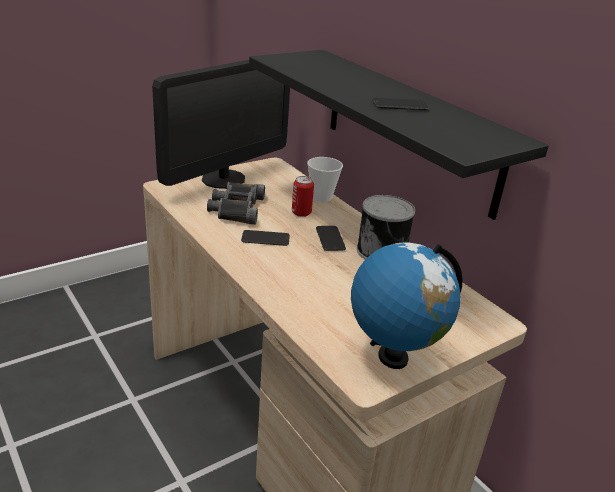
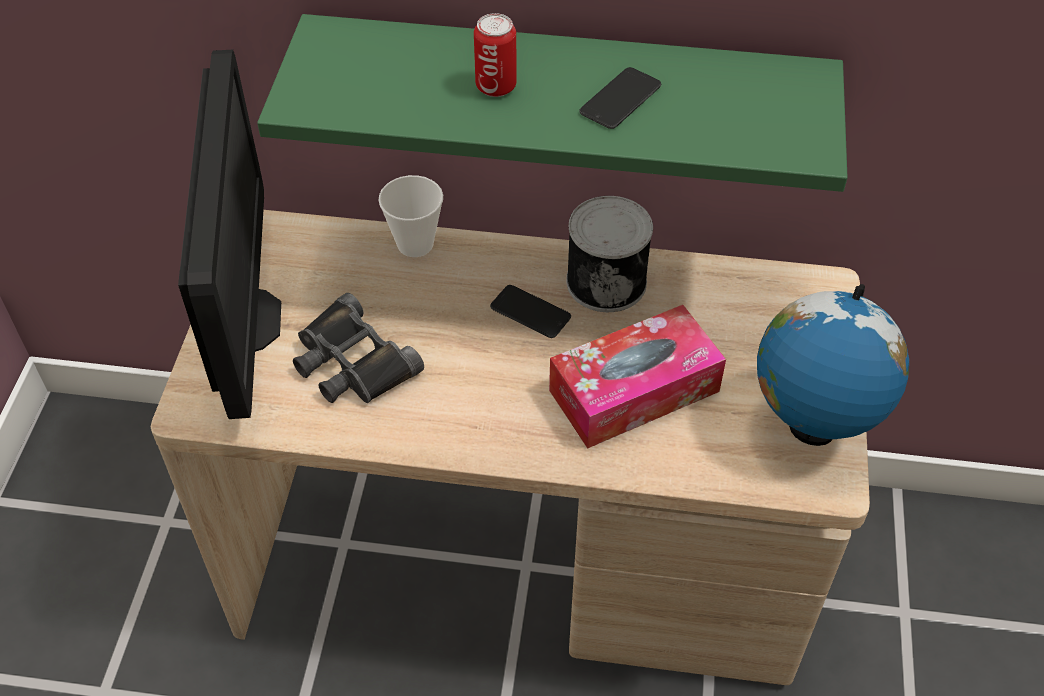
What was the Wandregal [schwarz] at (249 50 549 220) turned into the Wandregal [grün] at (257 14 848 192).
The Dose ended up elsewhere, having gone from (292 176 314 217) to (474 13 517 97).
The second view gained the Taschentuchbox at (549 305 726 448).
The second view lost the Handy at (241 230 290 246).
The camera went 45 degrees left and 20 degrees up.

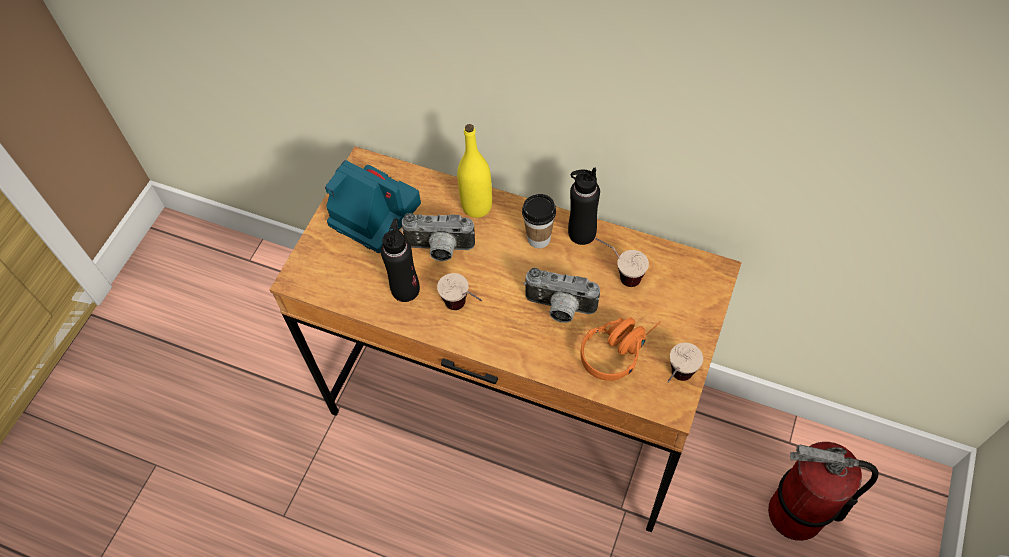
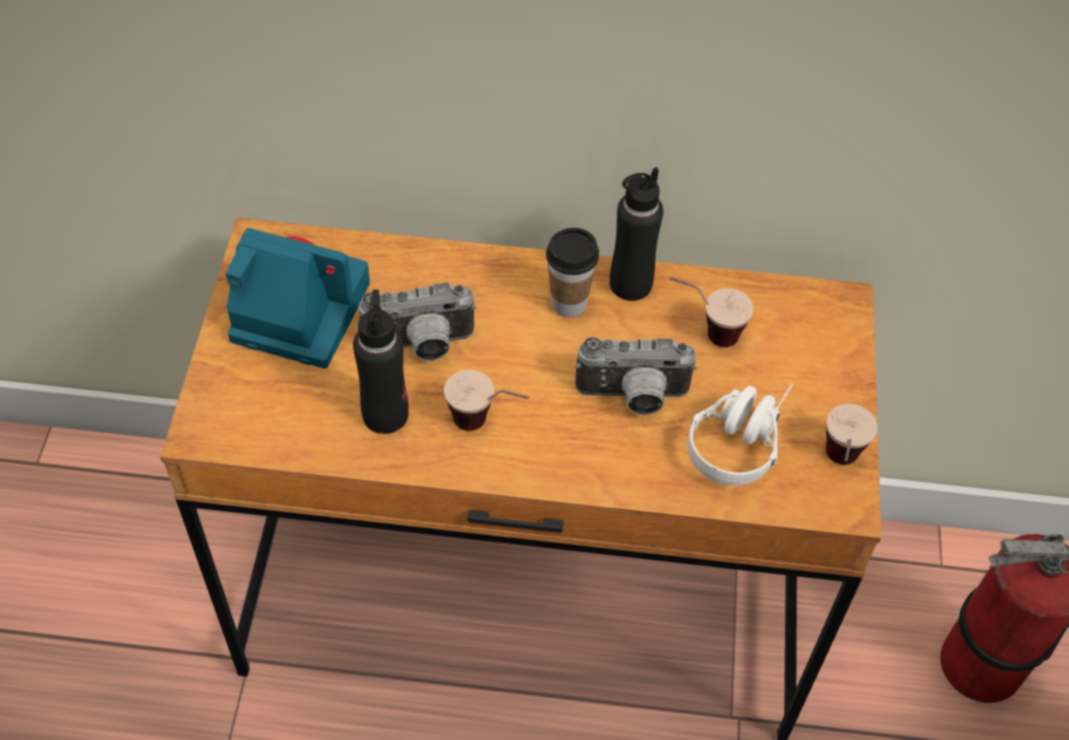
What was the Kopfhörer [orange] at (580 317 661 381) turned into the Kopfhörer [weiß] at (688 384 793 486).
The second view lost the Flasche [gelb] at (457 124 492 218).
The camera went 20 degrees left and 5 degrees down.

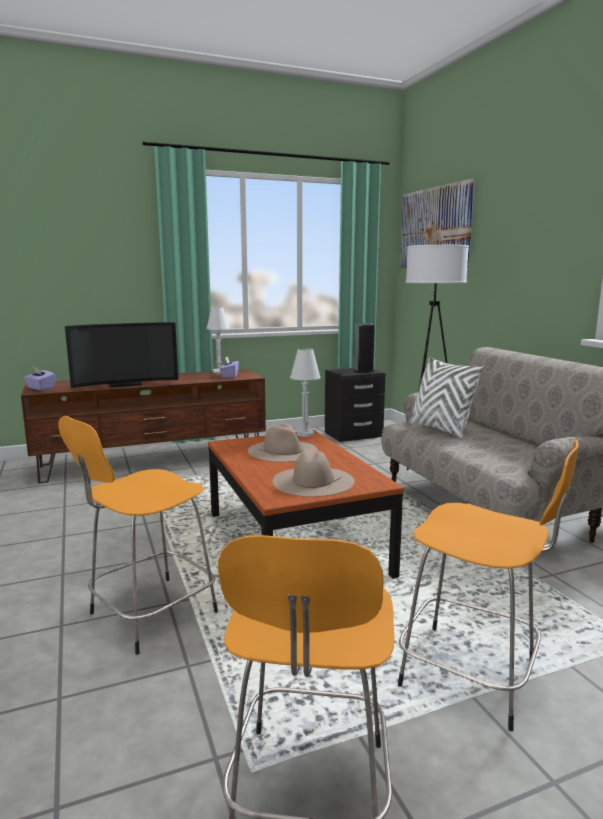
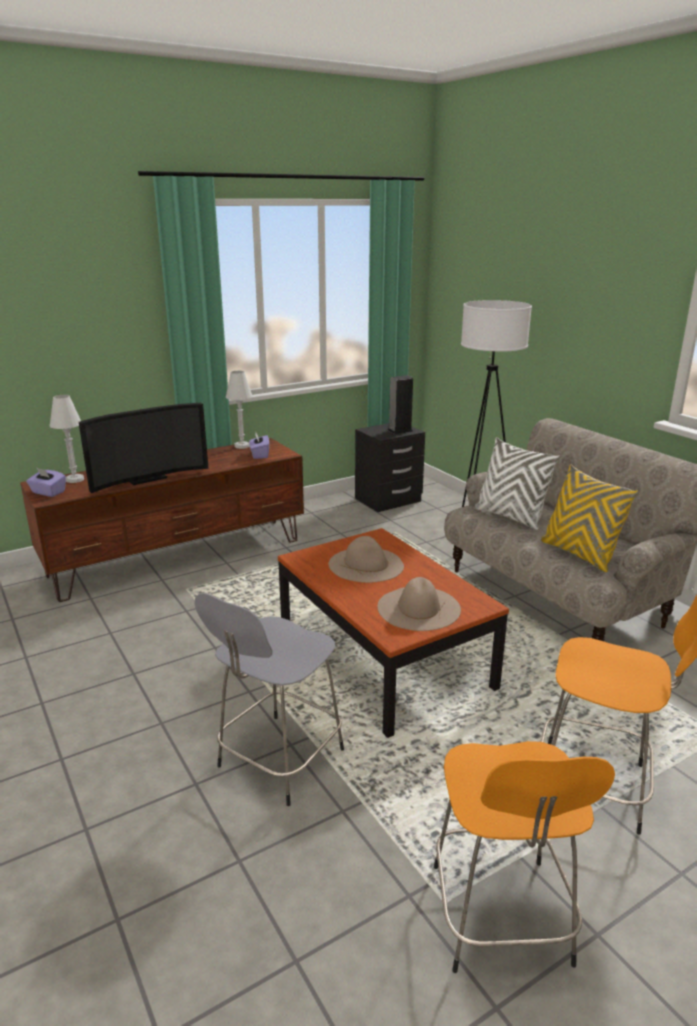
The Tischlampe [weiß] ended up elsewhere, having gone from (290 348 321 437) to (50 395 84 483).
What was the Hocker [orange] at (58 416 218 655) turned into the Hocker [grau] at (194 593 344 806).
The second view gained the Kissen [gelb] at (541 464 638 572).
The second view lost the Bild at (400 178 475 268).
The camera went 10 degrees left and 10 degrees up.

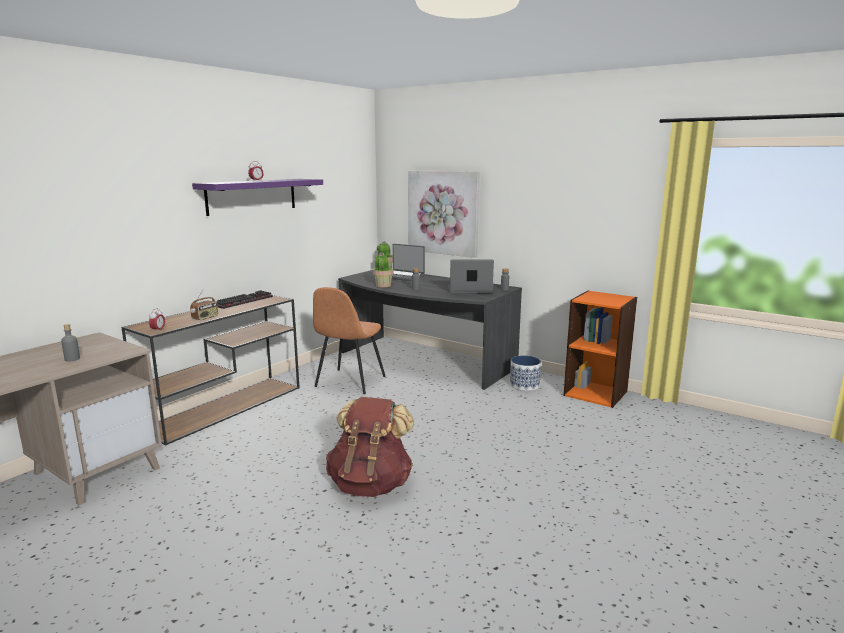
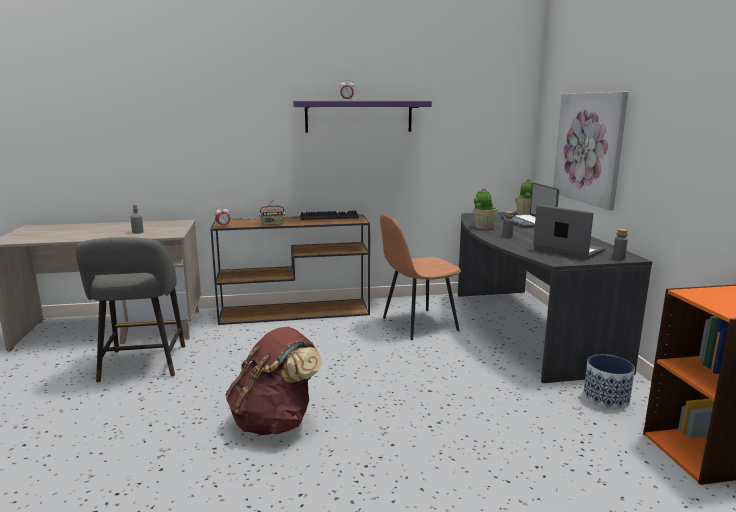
The second view gained the Hocker [grau] at (76 237 185 382).
The camera went 45 degrees right and 0 degrees up.

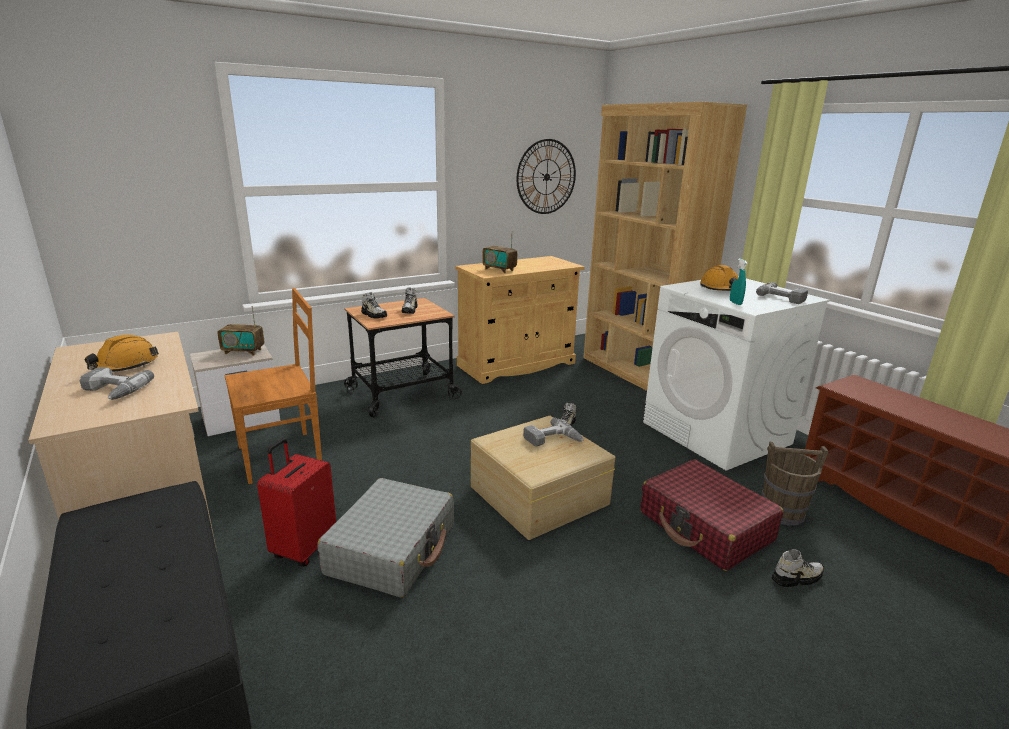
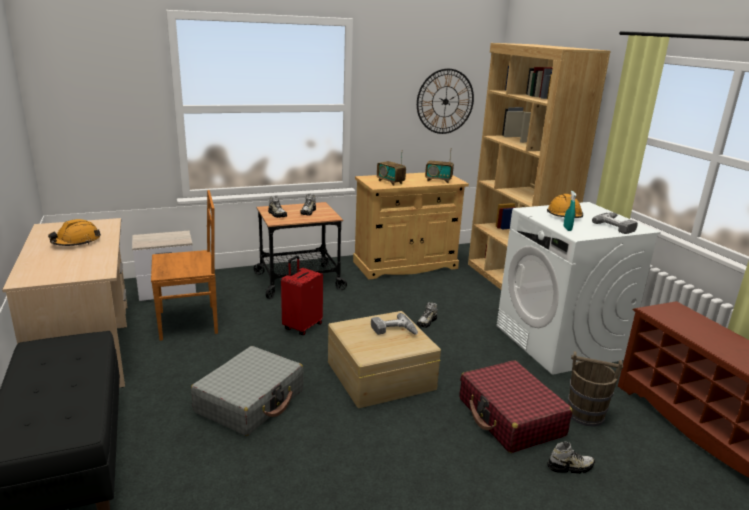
The Koffer [rot] ended up elsewhere, having gone from (257 438 336 567) to (281 256 323 335).
The Radio ended up elsewhere, having gone from (218 306 264 355) to (425 152 454 183).
The second view lost the Bohrmaschine at (80 367 154 400).
The camera went 10 degrees right and 0 degrees up.

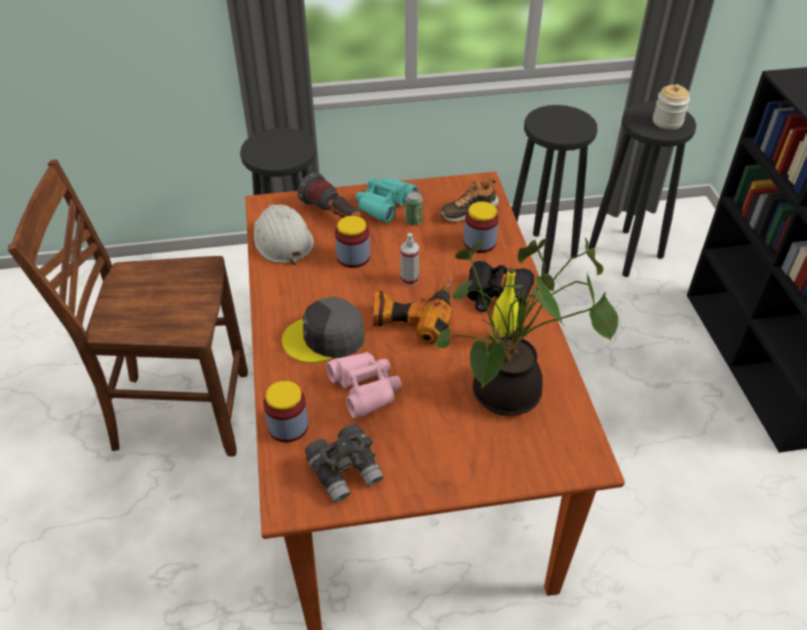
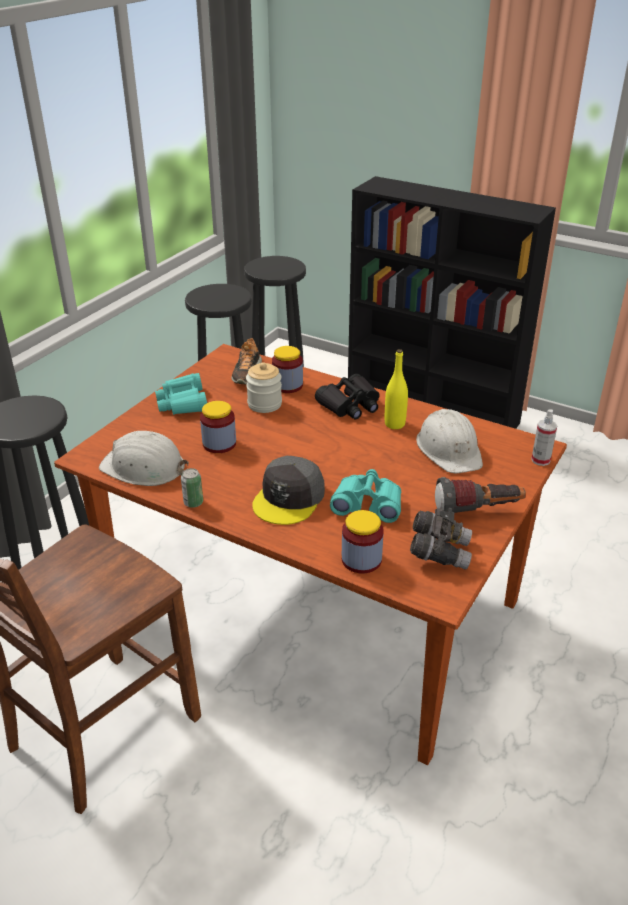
The Dose ended up elsewhere, having gone from (406 191 423 225) to (181 468 203 508).
The Vorratsglas ended up elsewhere, having gone from (653 84 690 130) to (246 362 282 413).
What was the Fernglas [rosa] at (326 352 402 418) turned into the Fernglas [türkis] at (330 469 401 523).
Where the Topfpflanze stood at (434 238 618 416), the Schutzhelm [weiß] came to stand at (416 409 483 473).
The Taschenlampe ended up elsewhere, having gone from (298 172 361 218) to (435 477 526 513).
The Sprühflasche ended up elsewhere, having gone from (401 233 419 286) to (531 409 557 466).
The second view lost the Bohrmaschine at (373 277 452 345).
The camera went 50 degrees left and 10 degrees down.

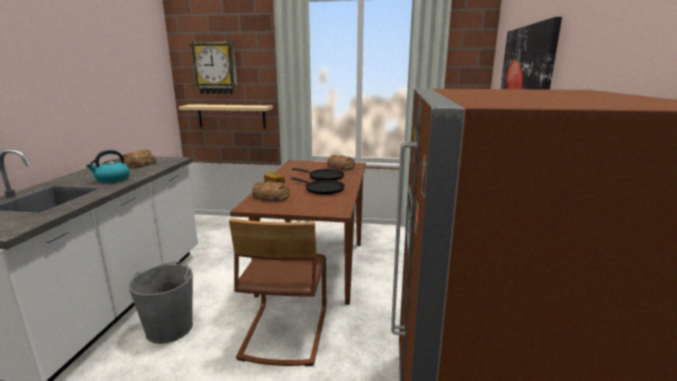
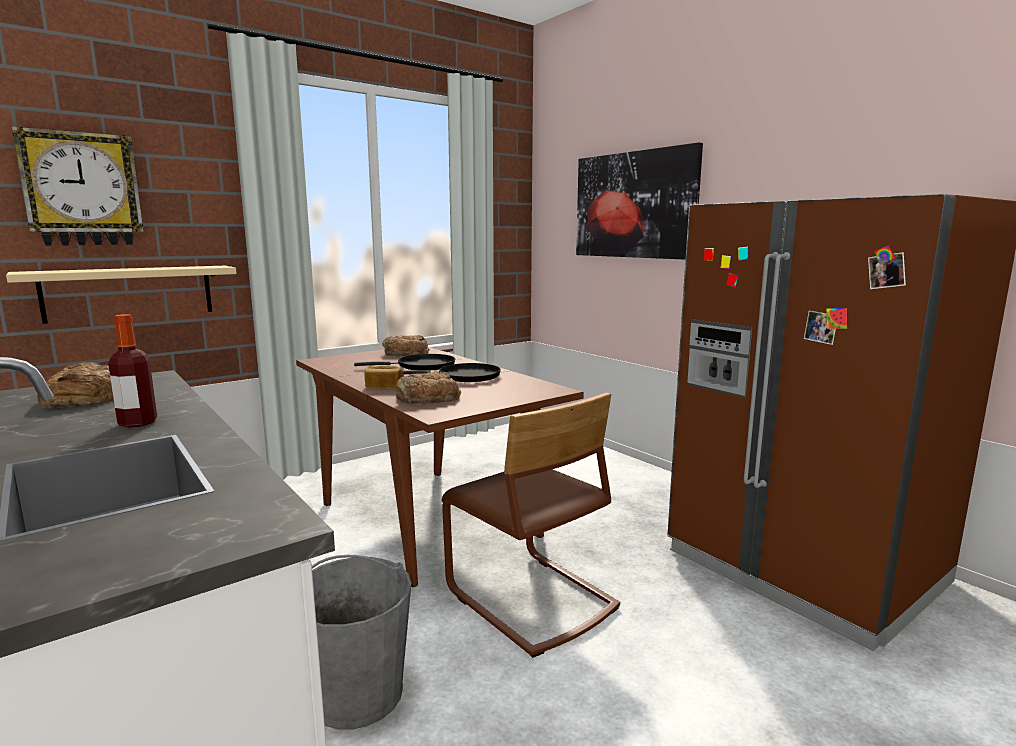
Where the Wasserkessel stood at (86 150 130 183), the Flasche came to stand at (108 314 157 428).
The camera went 45 degrees left and 5 degrees down.

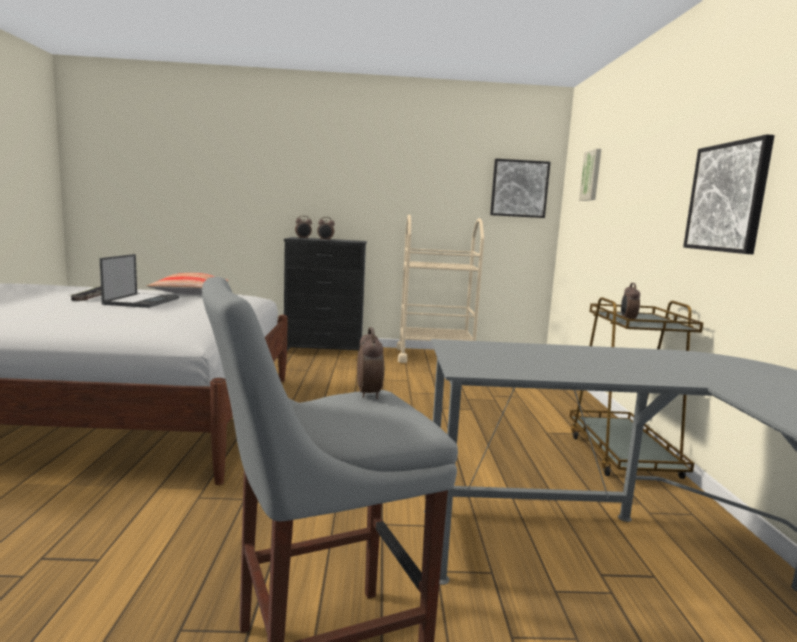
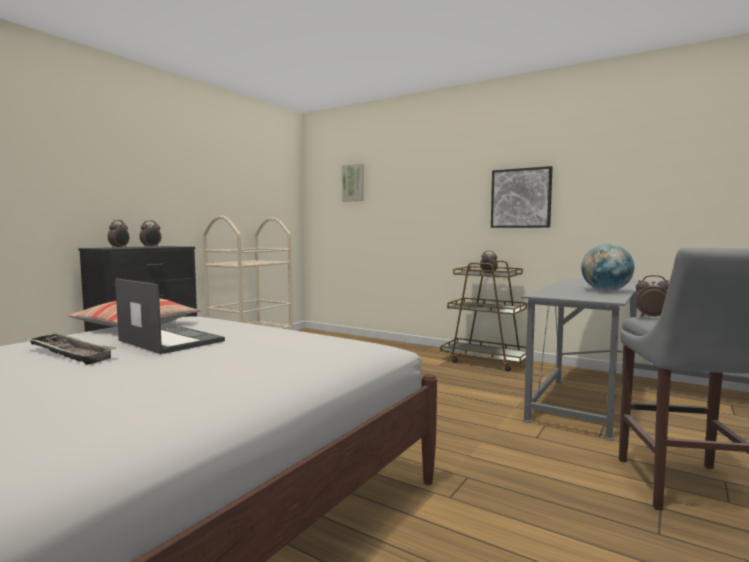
The second view gained the Globus at (581 244 634 291).
The second view lost the Bild at (490 159 550 218).
The camera went 55 degrees left and 5 degrees down.

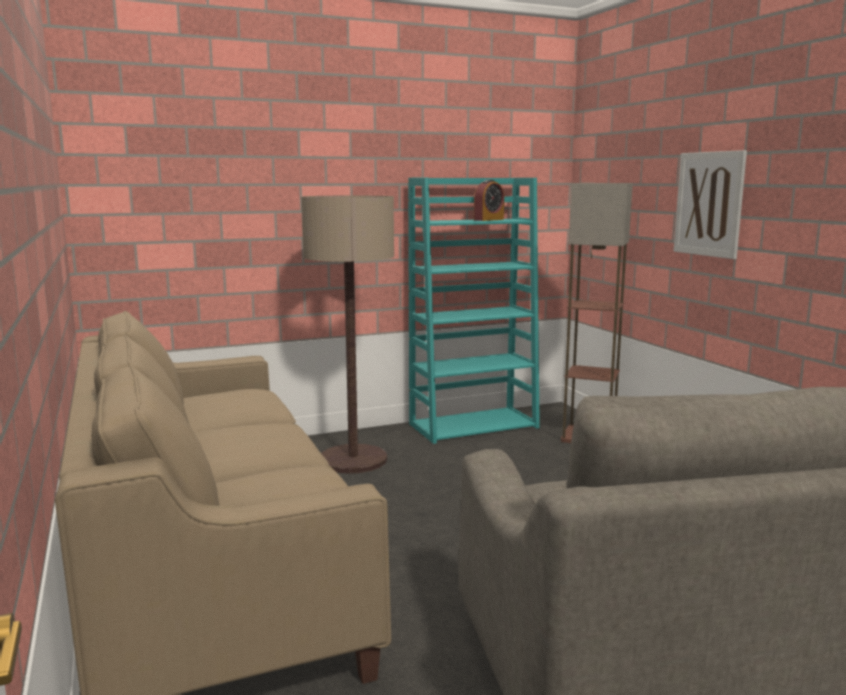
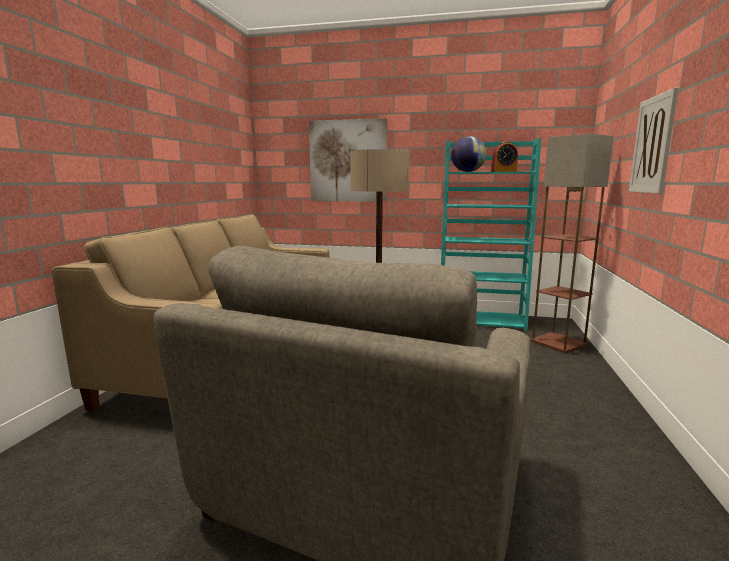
The second view gained the Bild at (309 118 387 202).
The second view gained the Globus at (451 136 487 172).
The camera went 35 degrees right and 0 degrees up.

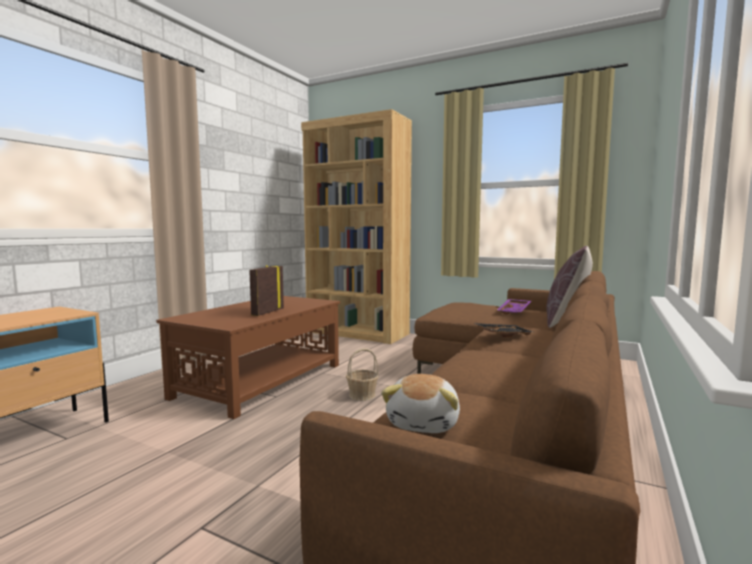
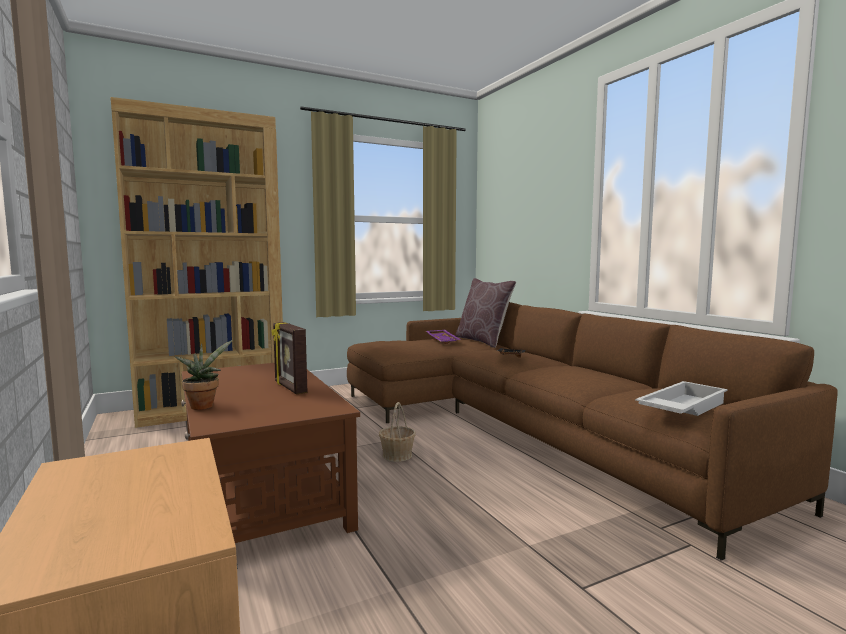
The second view gained the Topfpflanze at (174 340 233 410).
Where the Plüschtier stood at (381 374 460 433), the Tablett [weiß] came to stand at (635 381 728 416).
The camera went 55 degrees left and 0 degrees up.

